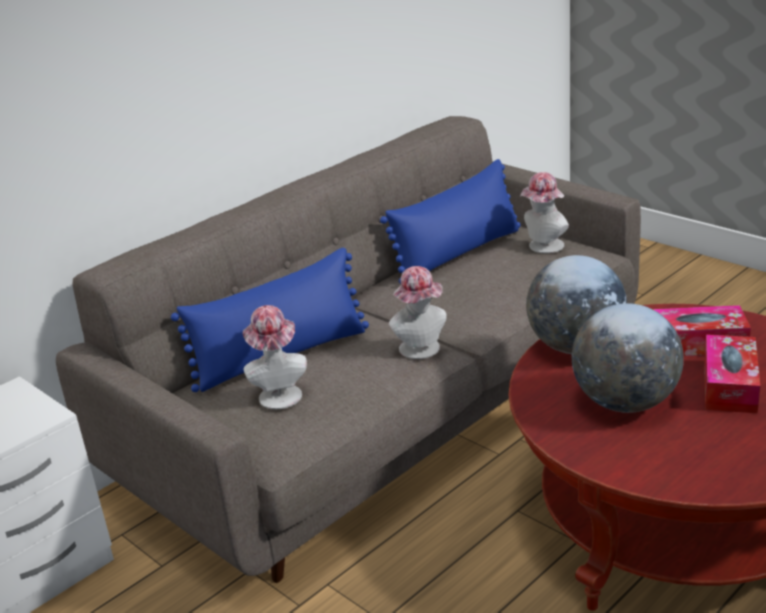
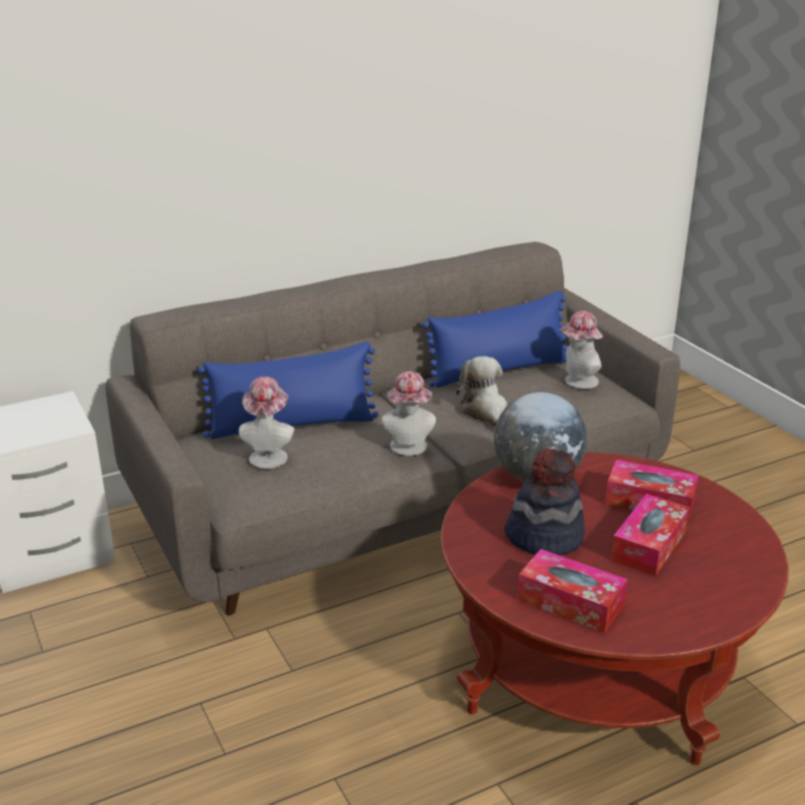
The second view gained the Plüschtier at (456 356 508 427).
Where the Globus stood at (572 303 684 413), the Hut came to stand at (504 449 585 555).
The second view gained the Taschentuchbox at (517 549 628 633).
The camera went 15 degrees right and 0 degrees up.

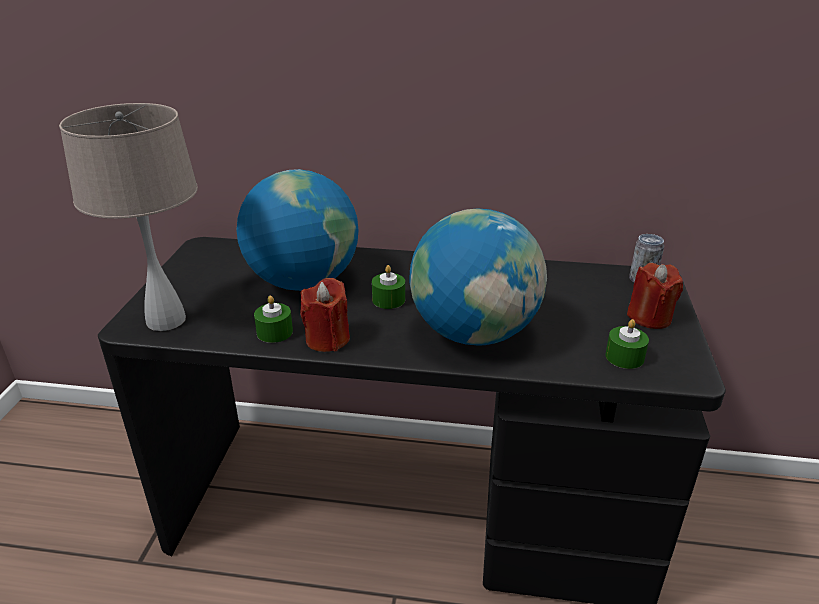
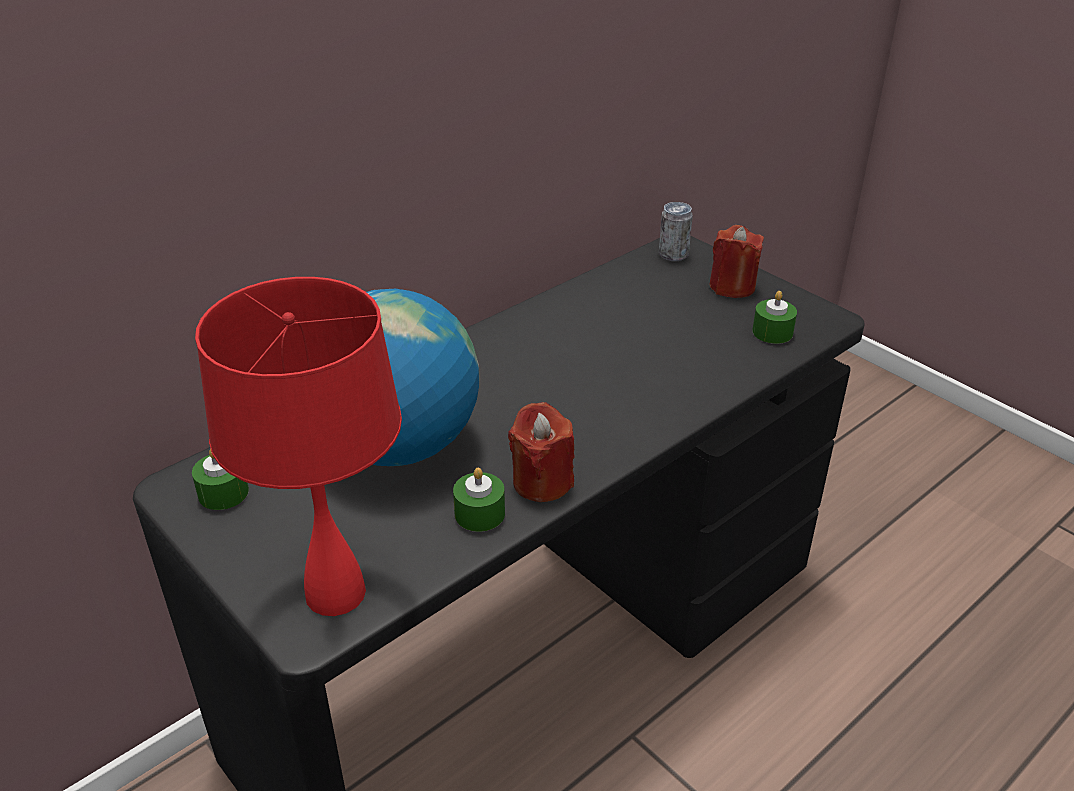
The Kerze [grün] ended up elsewhere, having gone from (372 265 405 309) to (192 448 249 510).
What was the Tischlampe [beige] at (59 103 198 331) turned into the Tischlampe [rot] at (195 277 402 616).
The second view lost the Globus at (409 208 547 346).
The camera went 50 degrees left and 5 degrees up.

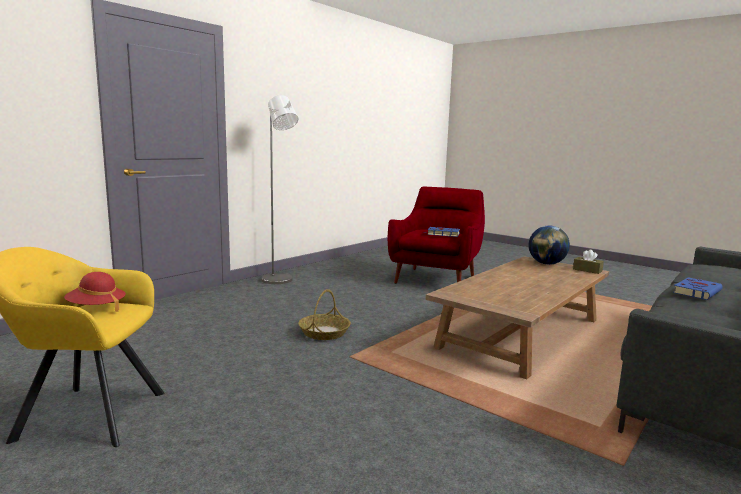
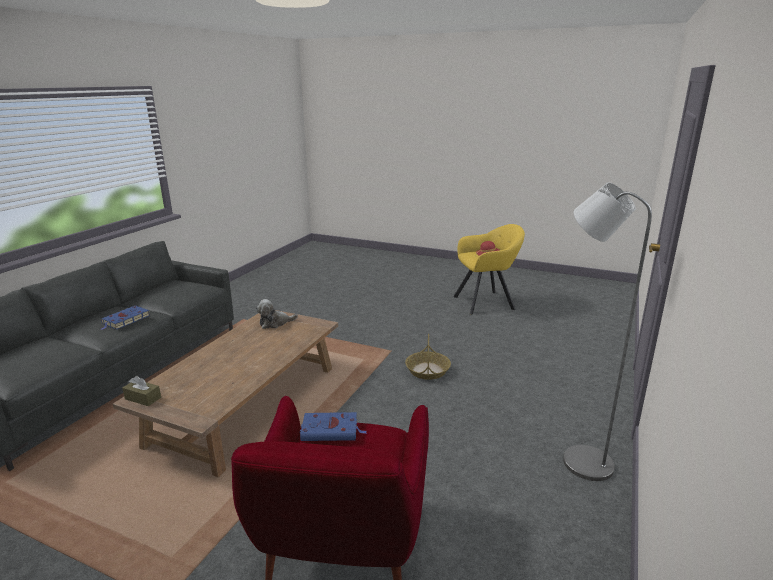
The second view gained the Plüschtier at (256 299 298 329).
The second view lost the Globus at (529 226 570 265).
The camera went 165 degrees right and 10 degrees up.

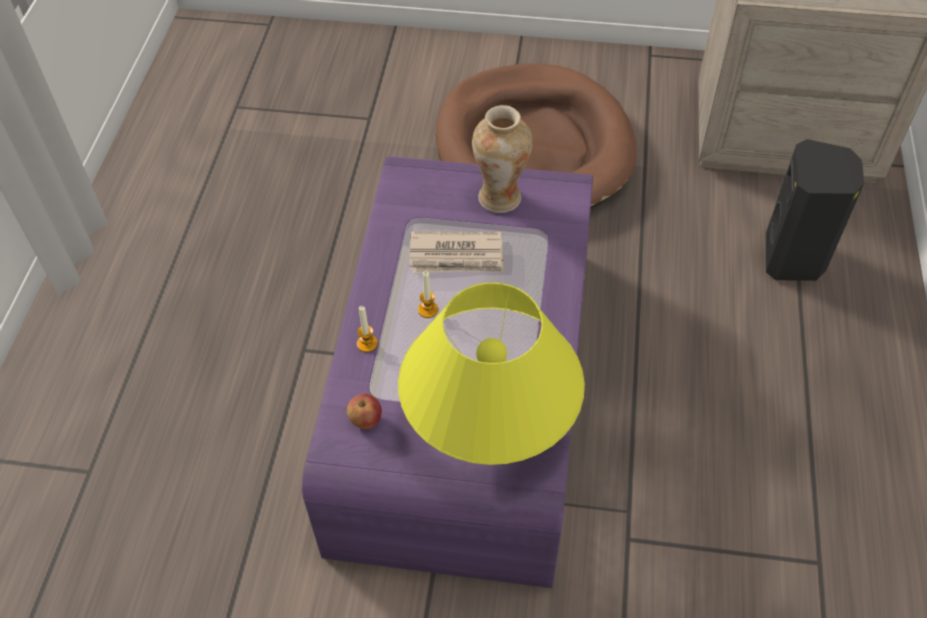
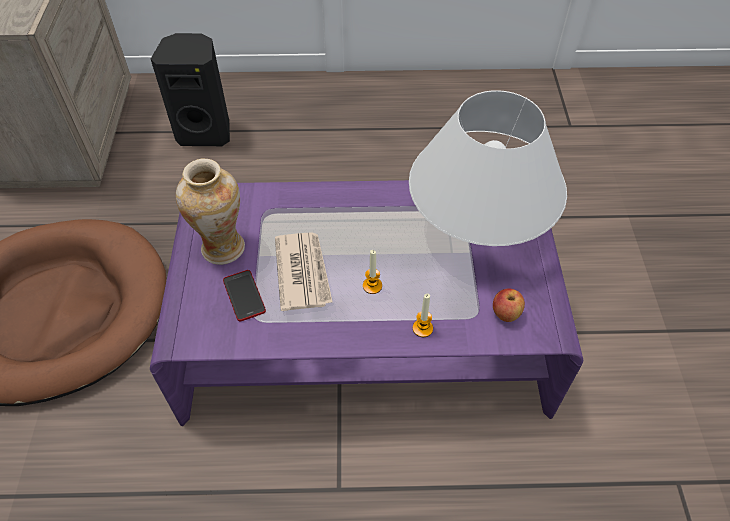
The second view gained the Handy at (223 270 266 321).
What was the Tischlampe [gelb] at (398 282 585 465) turned into the Tischlampe [weiß] at (409 90 567 246).
The camera went 100 degrees left and 0 degrees up.

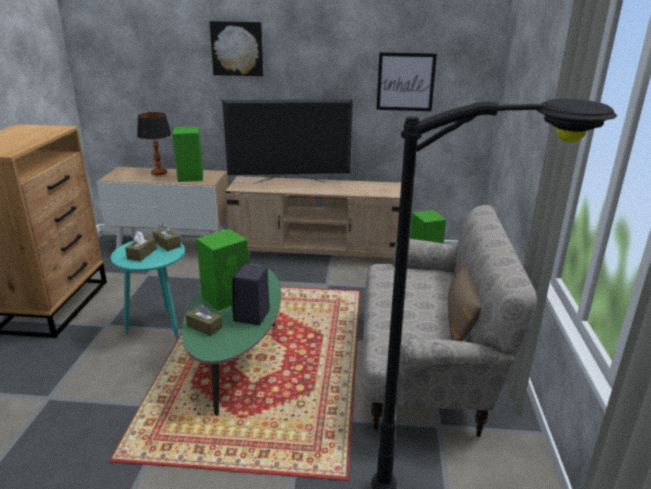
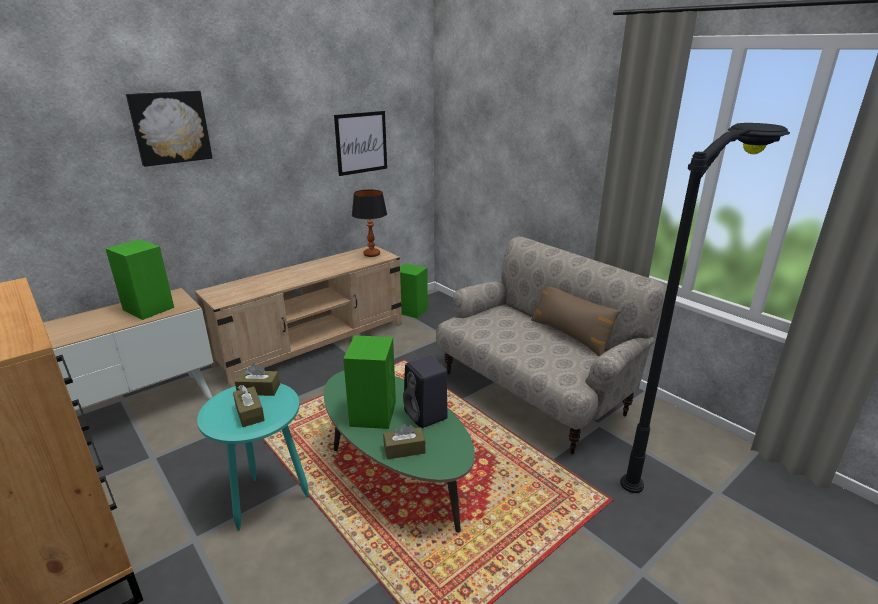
The Tischlampe ended up elsewhere, having gone from (137 112 171 175) to (352 190 387 257).
The second view lost the Fernseher at (222 99 353 184).
The camera went 45 degrees left and 0 degrees up.

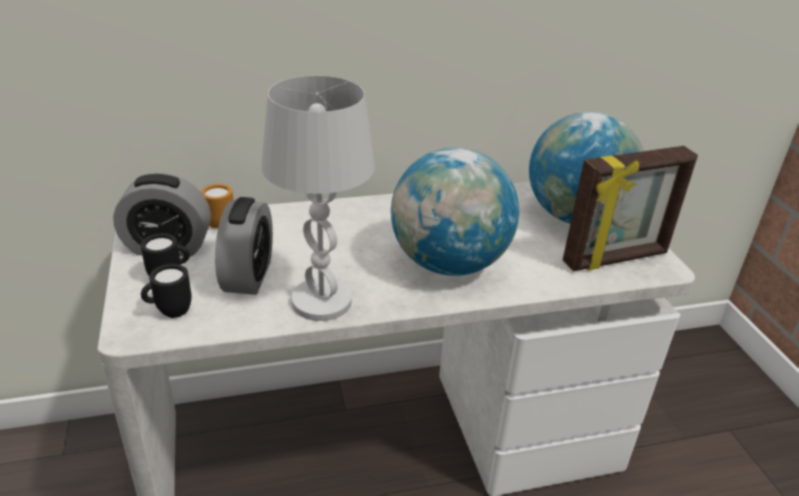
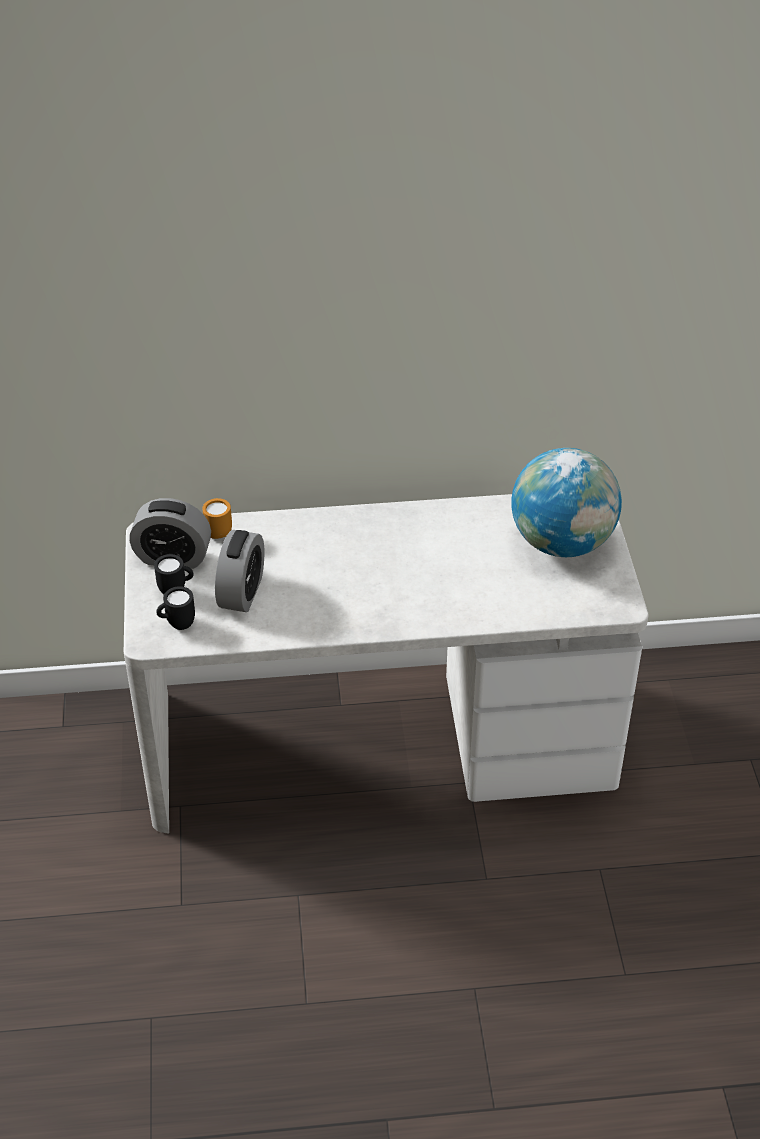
The second view lost the Tischlampe [weiß] at (261 76 375 321).
The second view lost the Globus at (391 148 519 276).
The second view lost the Bilderrahmen at (563 146 698 271).
The camera went 10 degrees right and 10 degrees up.

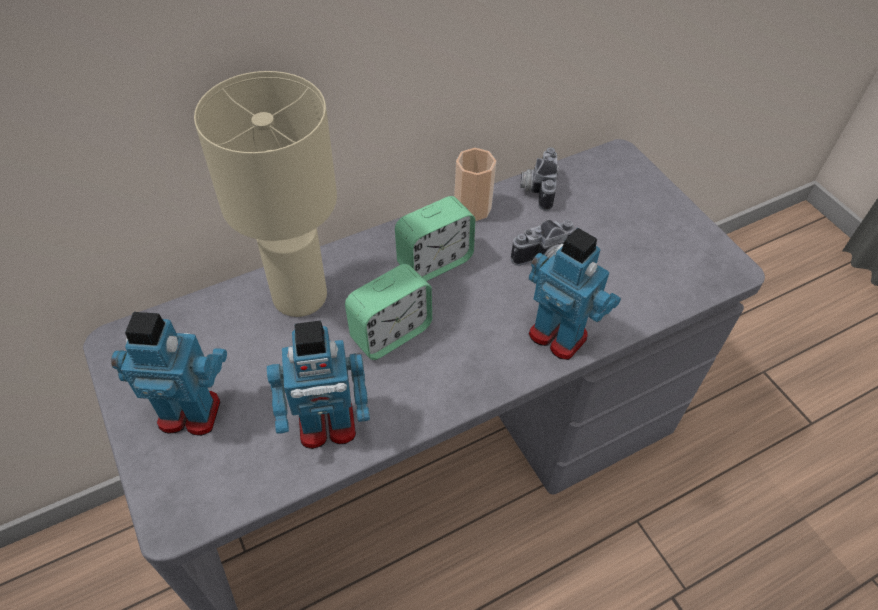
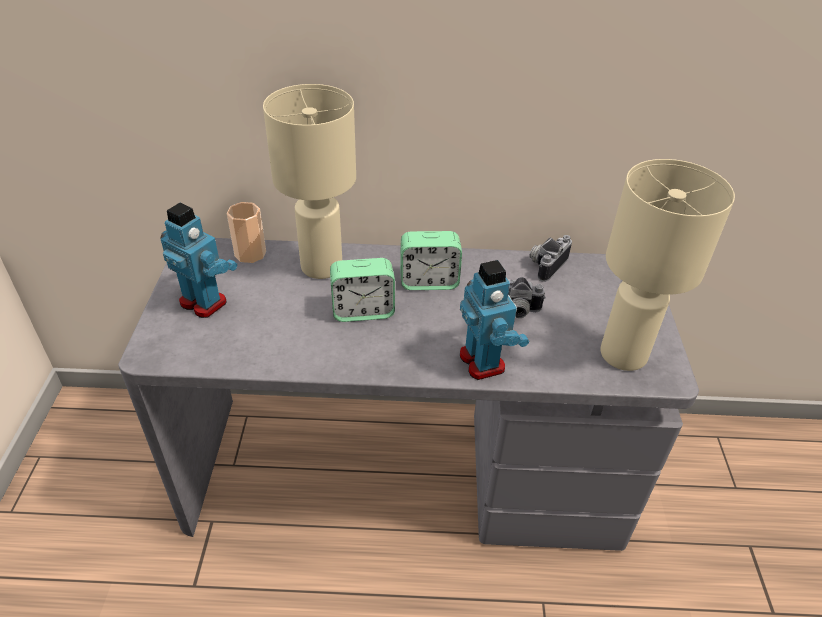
The Tasse ended up elsewhere, having gone from (454 148 496 221) to (227 202 266 263).
The second view gained the Tischlampe [beige] at (600 159 735 371).
The second view lost the Spielzeugroboter at (267 321 370 449).
The camera went 30 degrees right and 10 degrees down.

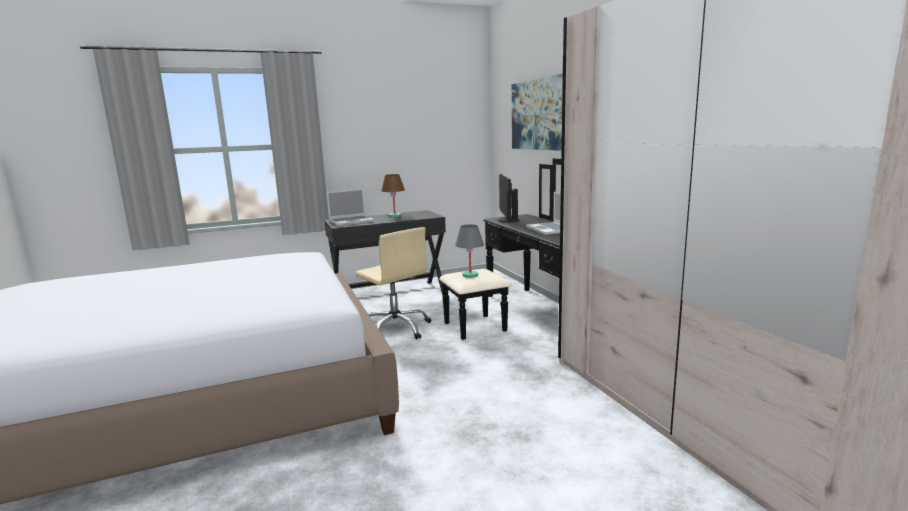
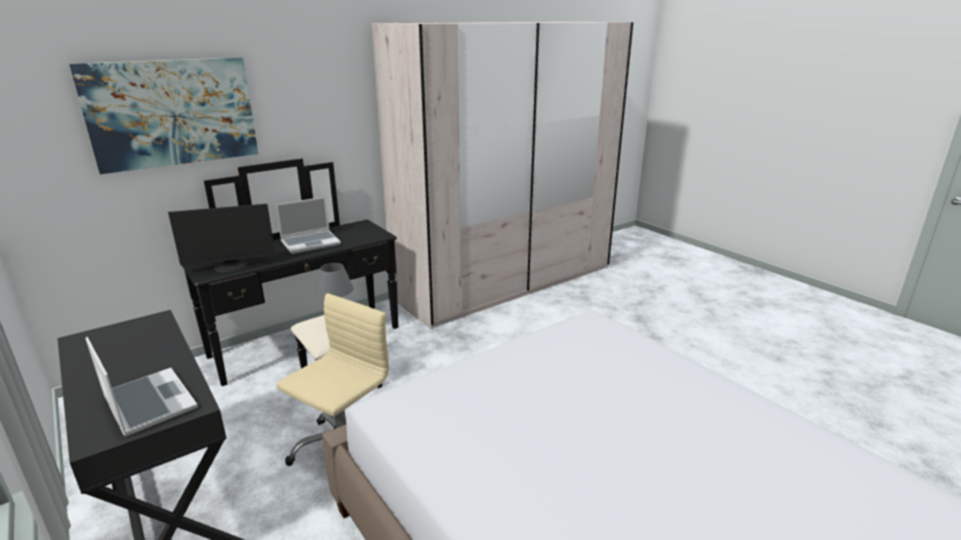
The second view lost the Tischlampe [braun] at (381 174 405 217).
The camera went 105 degrees left and 10 degrees up.

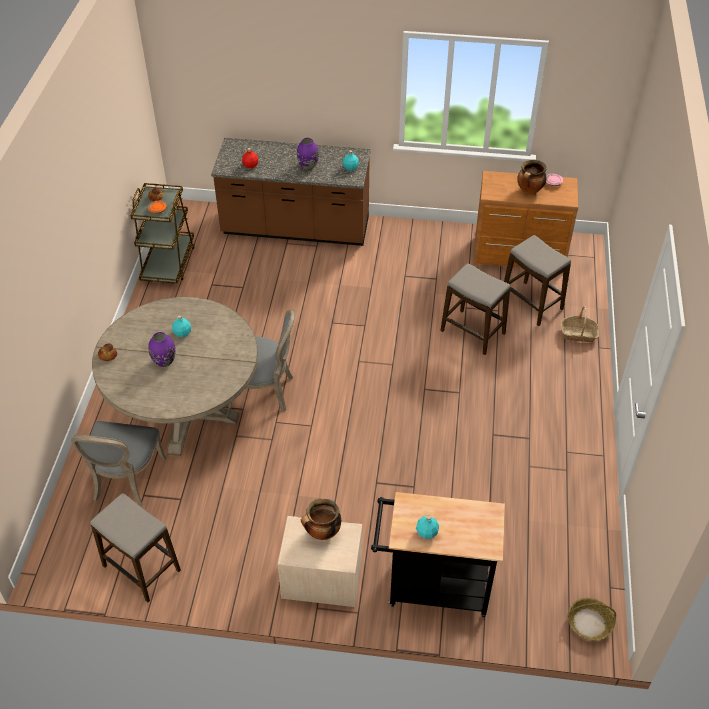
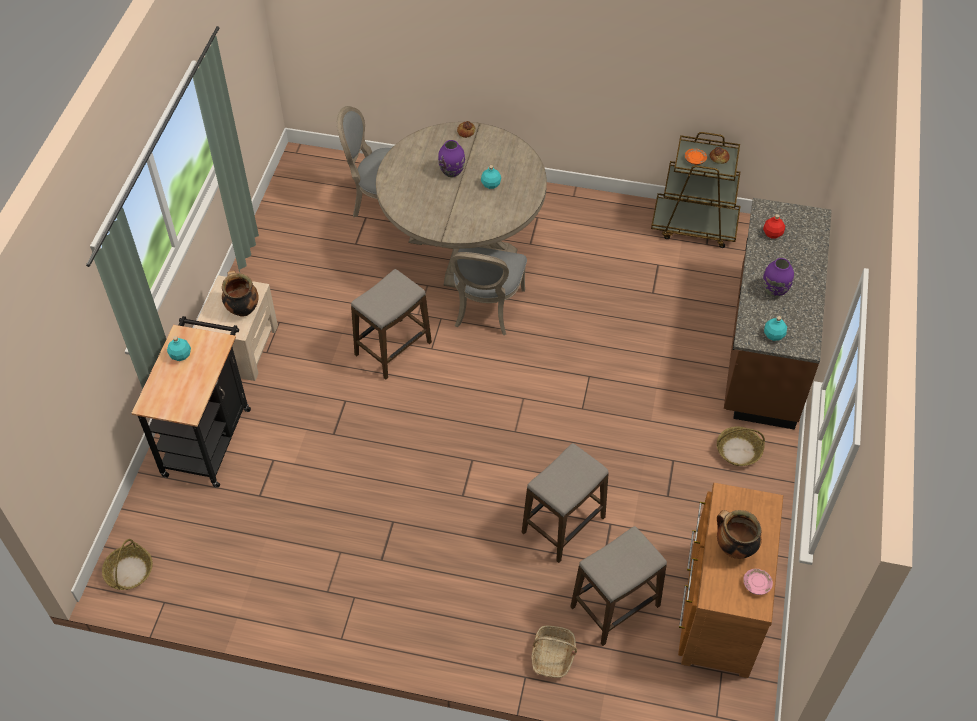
The Hocker ended up elsewhere, having gone from (90 493 181 602) to (351 269 432 380).
The second view gained the Korb at (717 427 765 466).
The camera went 95 degrees right and 5 degrees up.

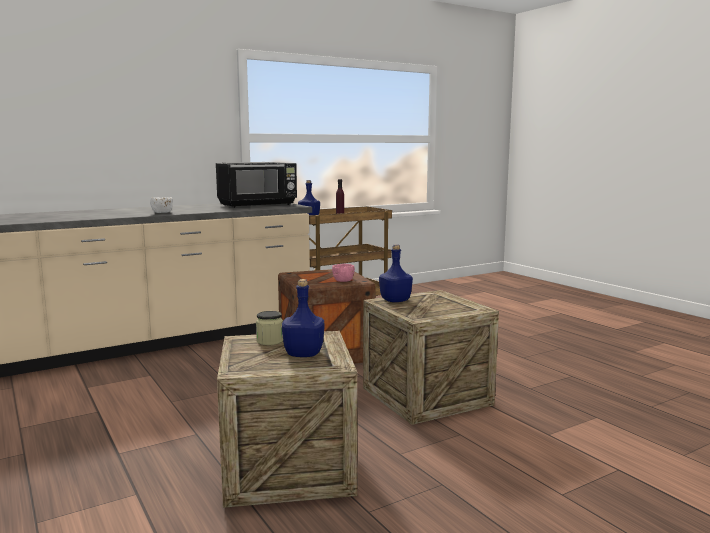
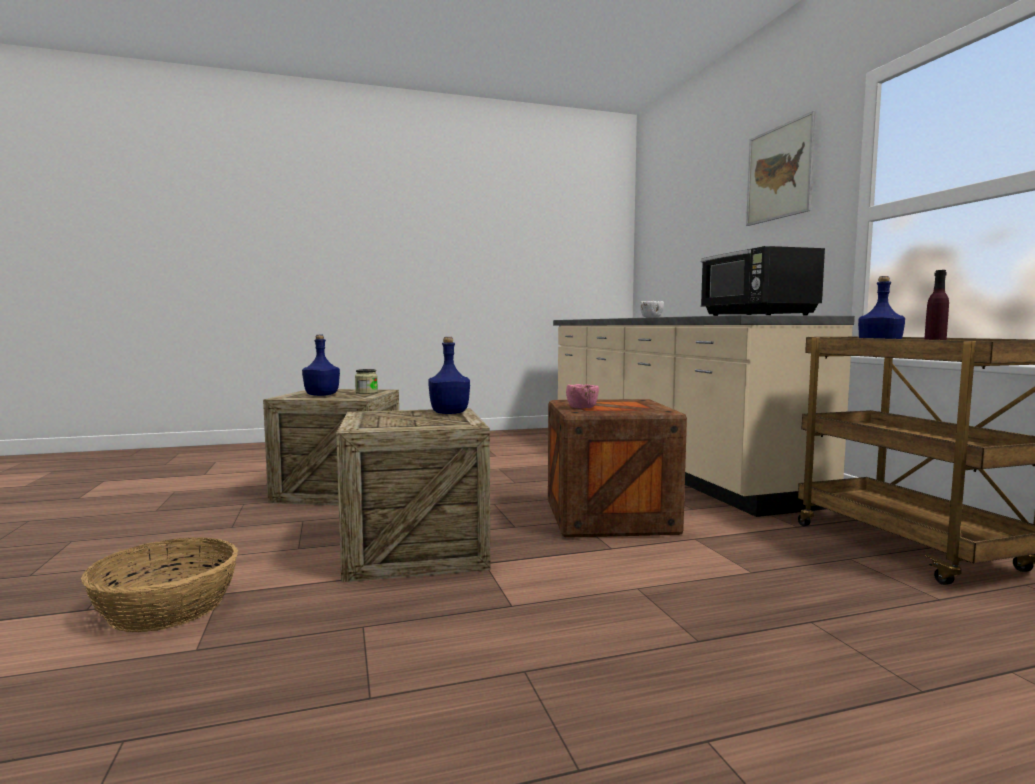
The second view gained the Korb at (81 537 238 632).
The second view gained the Bild at (746 111 816 226).
The camera went 105 degrees right and 5 degrees down.

